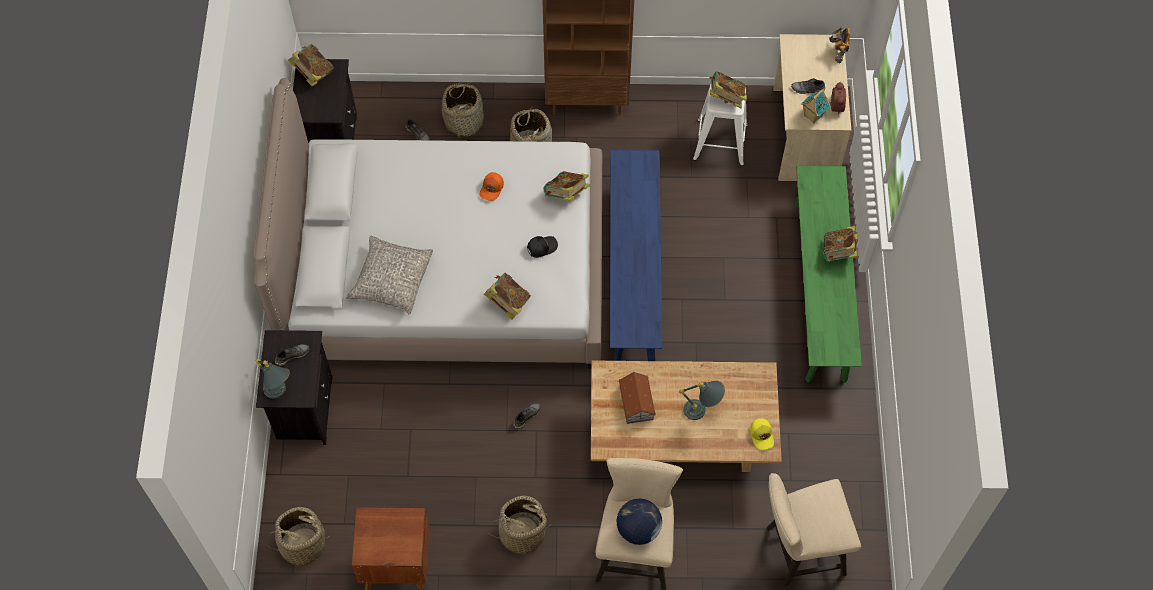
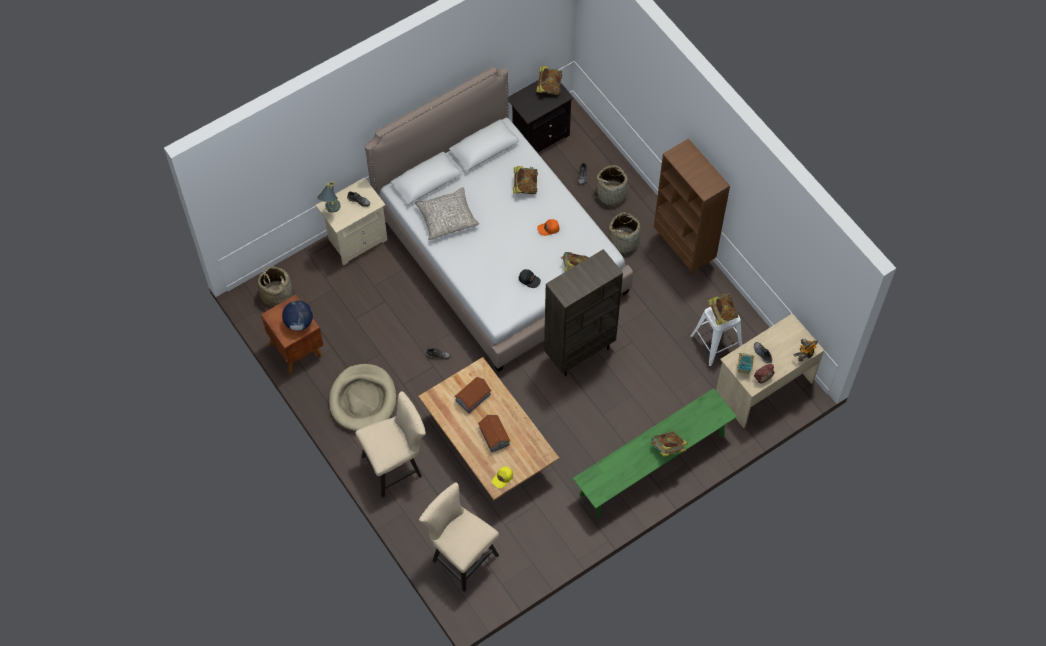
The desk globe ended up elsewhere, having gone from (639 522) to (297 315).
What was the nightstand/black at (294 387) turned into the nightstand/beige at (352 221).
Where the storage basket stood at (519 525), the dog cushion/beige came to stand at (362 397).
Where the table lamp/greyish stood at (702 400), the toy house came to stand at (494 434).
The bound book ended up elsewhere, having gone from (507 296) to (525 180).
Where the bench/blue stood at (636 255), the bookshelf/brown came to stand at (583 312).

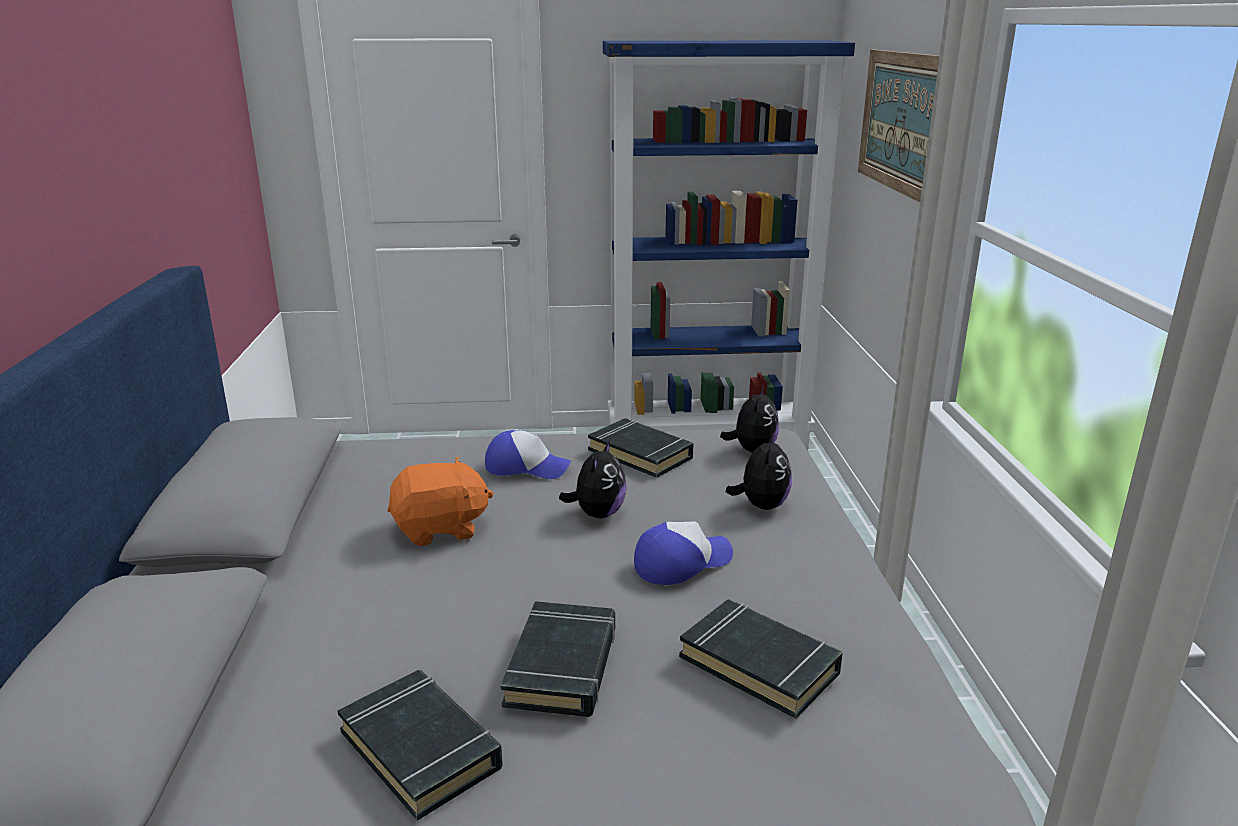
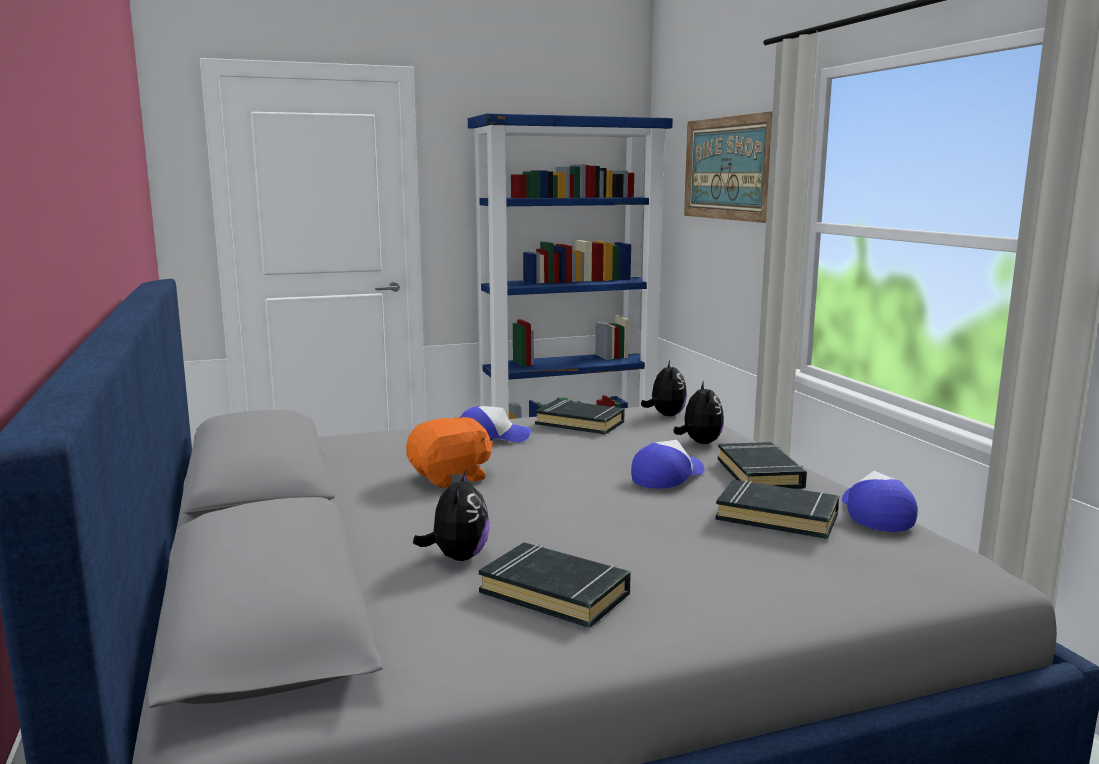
The cuddly toy ended up elsewhere, having gone from (592 479) to (451 515).
The bound book/black ended up elsewhere, having gone from (558 659) to (762 465).
The second view gained the baseball cap at (880 501).

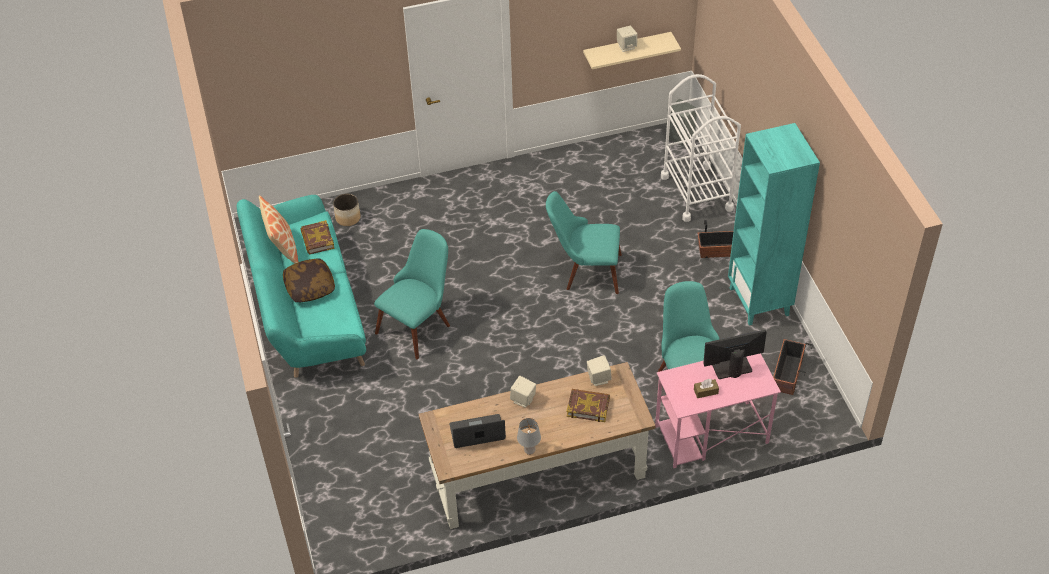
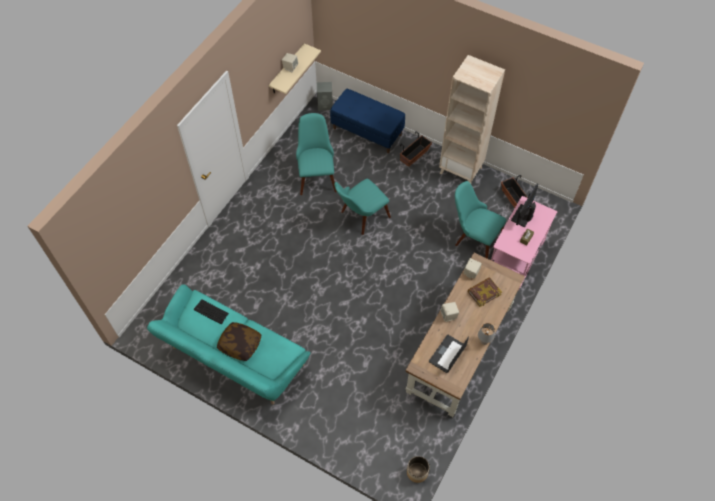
Where the bound book stood at (318 237), the keyboard came to stand at (211 312).
The chair/blue-green ended up elsewhere, having gone from (412 294) to (316 154).
Where the trolley/whitish stood at (701 148), the bench/blue came to stand at (367 121).
The flower pot ended up elsewhere, having gone from (347 210) to (418 469).
What was the bookshelf/blue-green at (774 224) turned into the bookshelf/beige at (472 119).
The second view lost the throw pillow at (278 229).

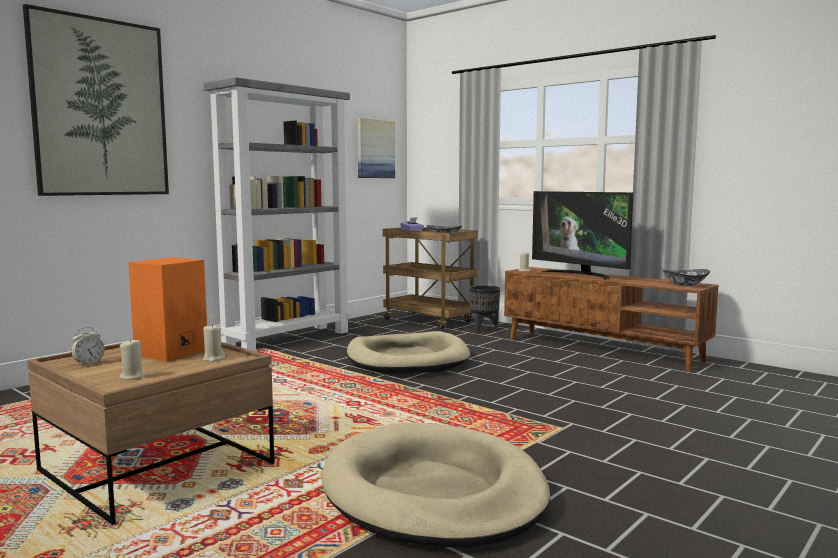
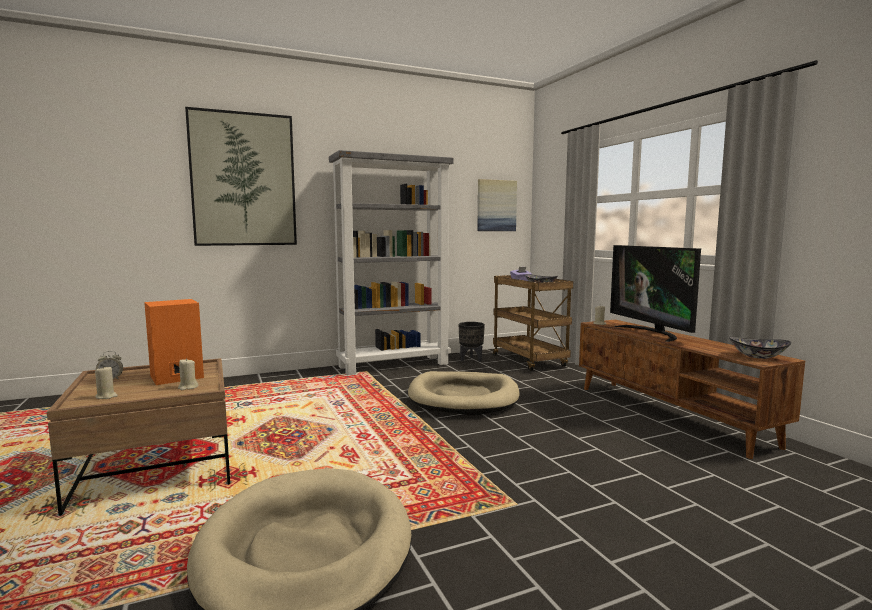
The flower pot/black ended up elsewhere, having gone from (484 309) to (472 342).

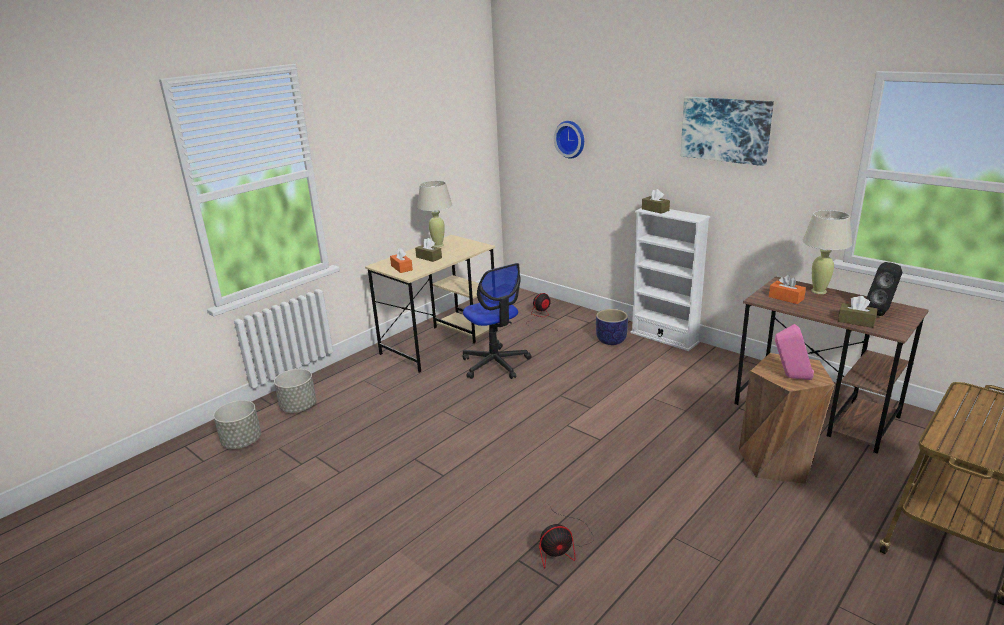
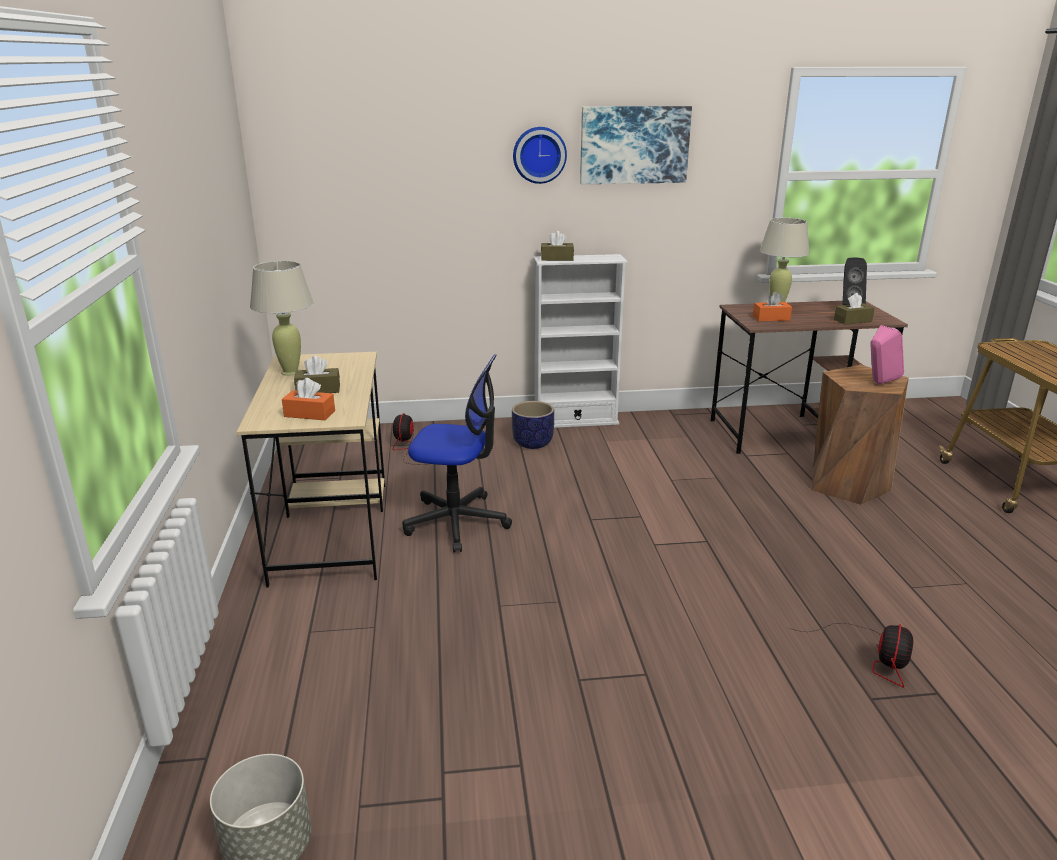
The hanging clock ended up elsewhere, having gone from (569 140) to (540 155).
The second view lost the flower pot/greyish at (295 391).

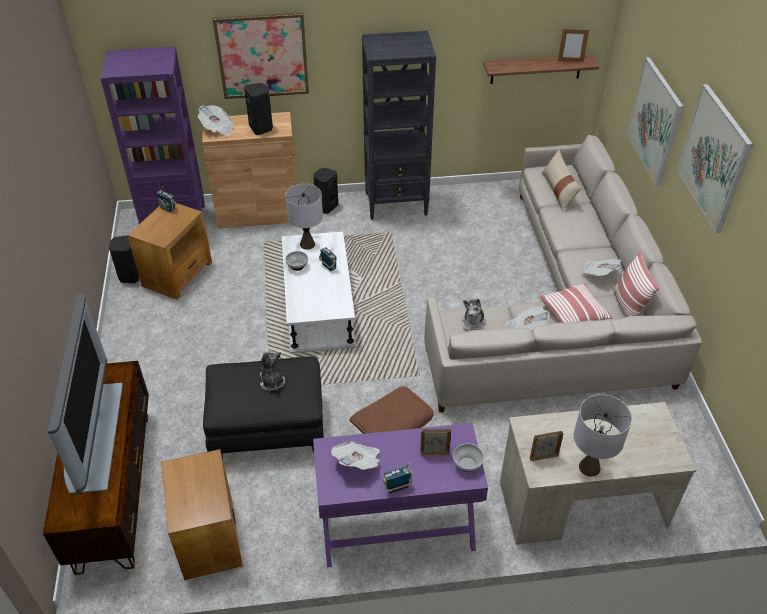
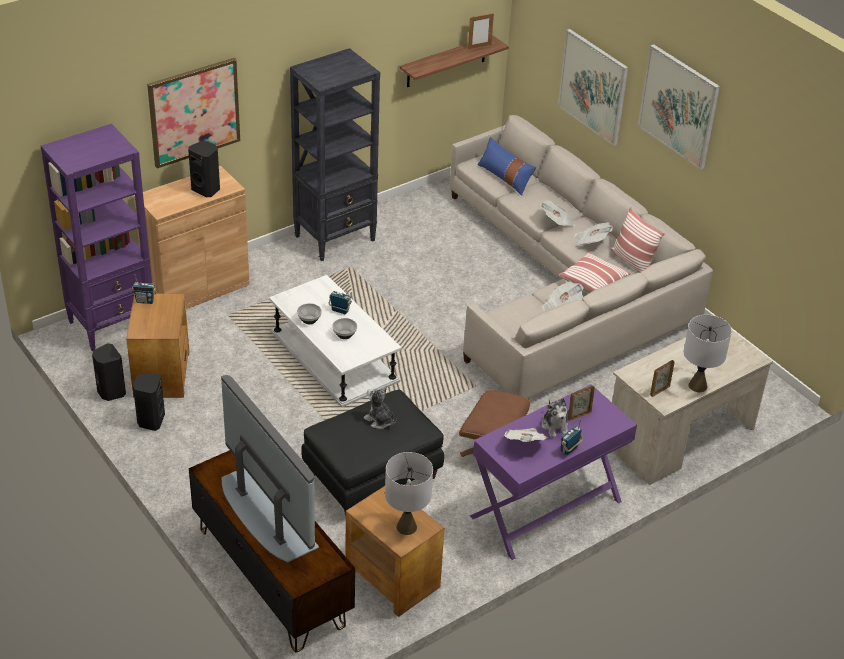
The speaker/black ended up elsewhere, having gone from (326 191) to (149 402).
The bowl ended up elsewhere, having gone from (468 457) to (344 328).
The table lamp/greyish ended up elsewhere, having gone from (304 217) to (409 493).
What was the throw pillow/beige at (561 181) turned into the throw pillow/blue at (506 166).
The newspaper ended up elsewhere, having gone from (216 120) to (558 213).
The cuddly toy ended up elsewhere, having gone from (474 315) to (555 418).

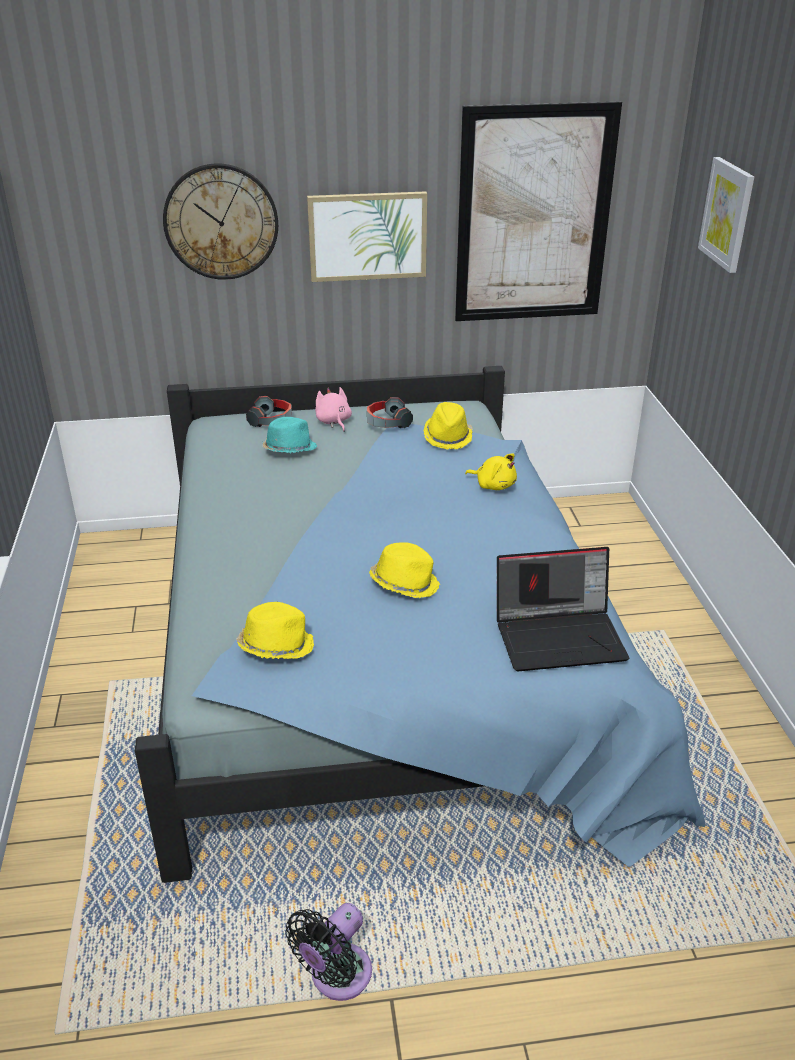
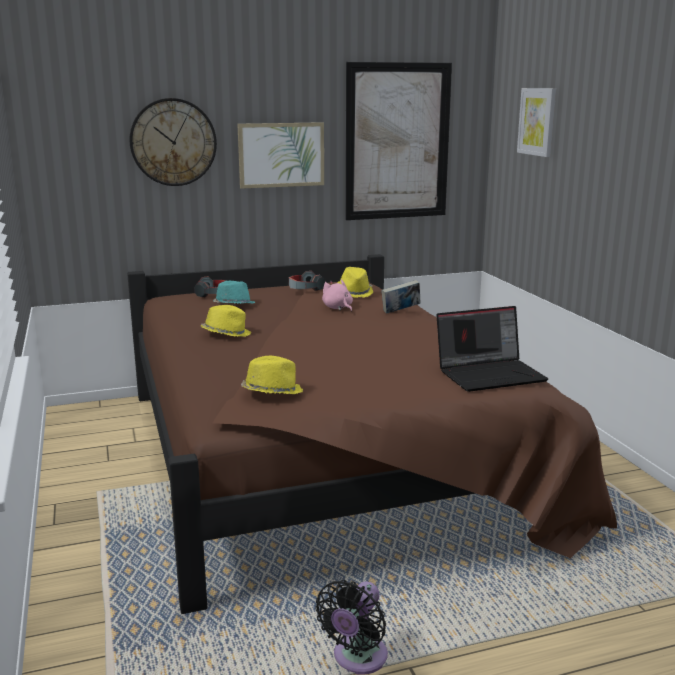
What was the bed/blue at (420 624) turned into the bed/brown at (372 434).
The clothing hat/yellow ended up elsewhere, having gone from (404 570) to (225 321).
The cuddly toy/pinkish ended up elsewhere, having gone from (333 409) to (337 295).
Where the cuddly toy/yellow stood at (491 472), the bound book came to stand at (400 297).

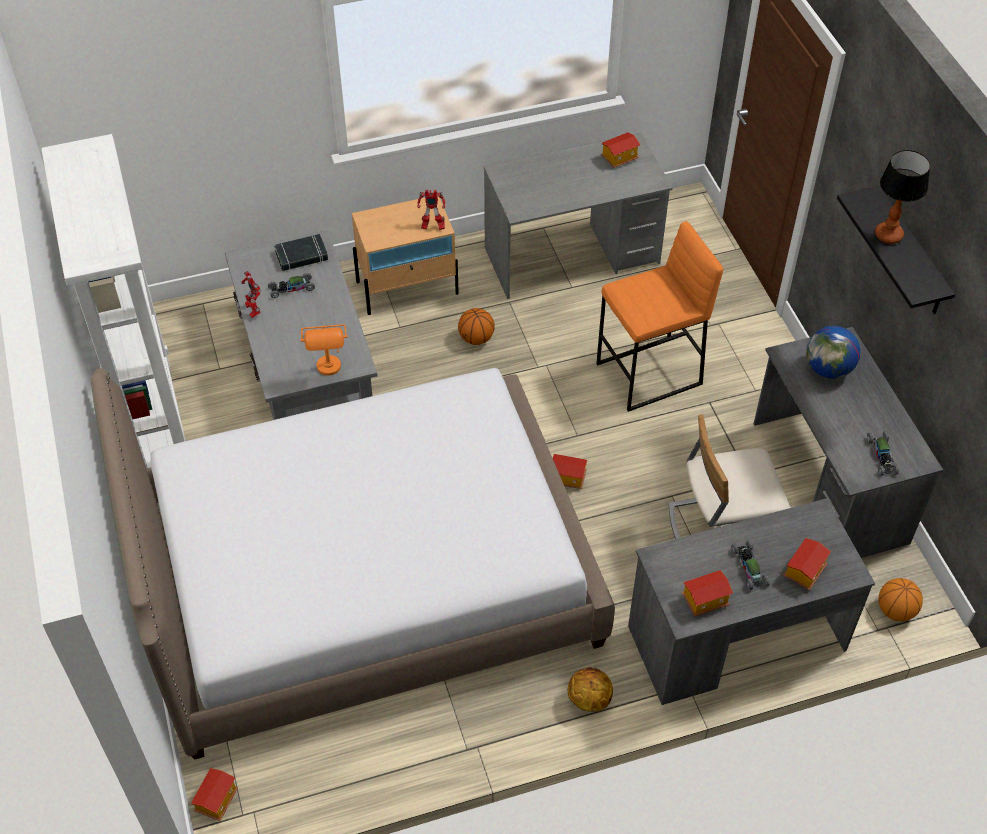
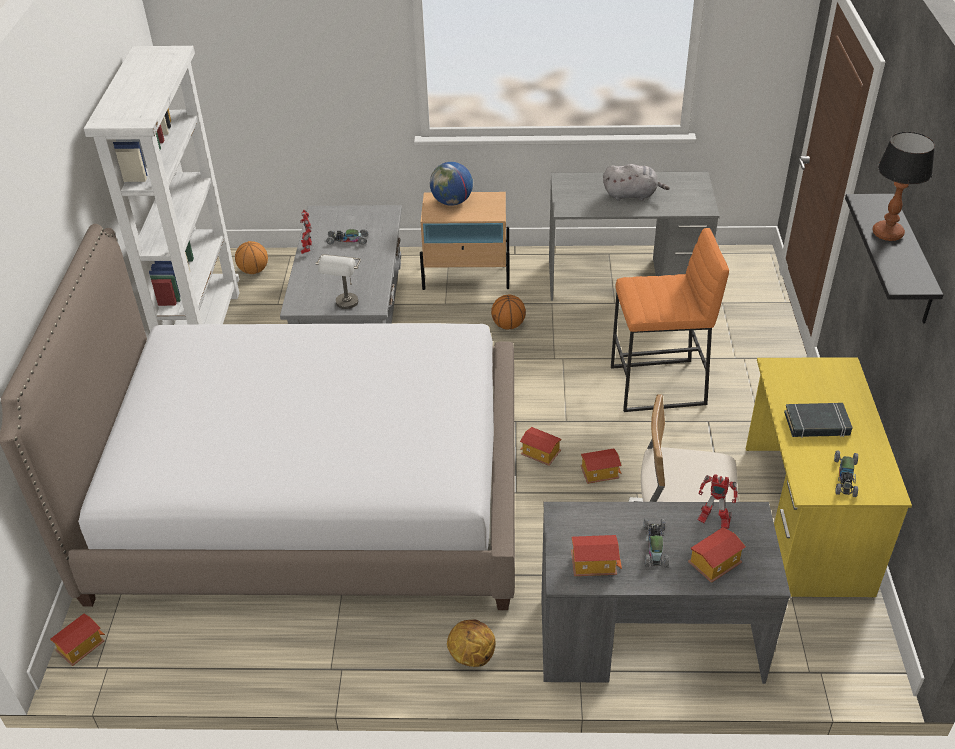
The basketball ended up elsewhere, having gone from (900 599) to (251 257).
What was the table lamp/orange at (324 350) turned into the table lamp/greyish at (338 281).
The desk globe ended up elsewhere, having gone from (833 352) to (451 184).
The toy house ended up elsewhere, having gone from (620 150) to (601 466).
The second view gained the cuddly toy/greyish at (636 182).
The model robot ended up elsewhere, having gone from (432 210) to (718 501).
What was the desk/greyish at (848 442) turned into the desk/yellow at (829 477).
The bound book/black ended up elsewhere, having gone from (301 252) to (818 420).

